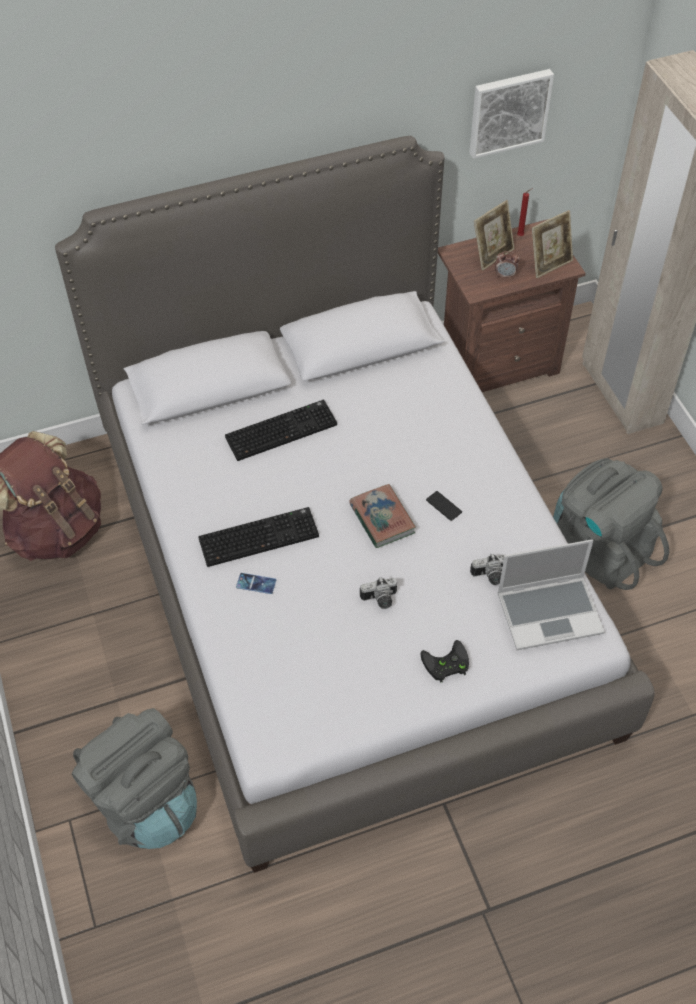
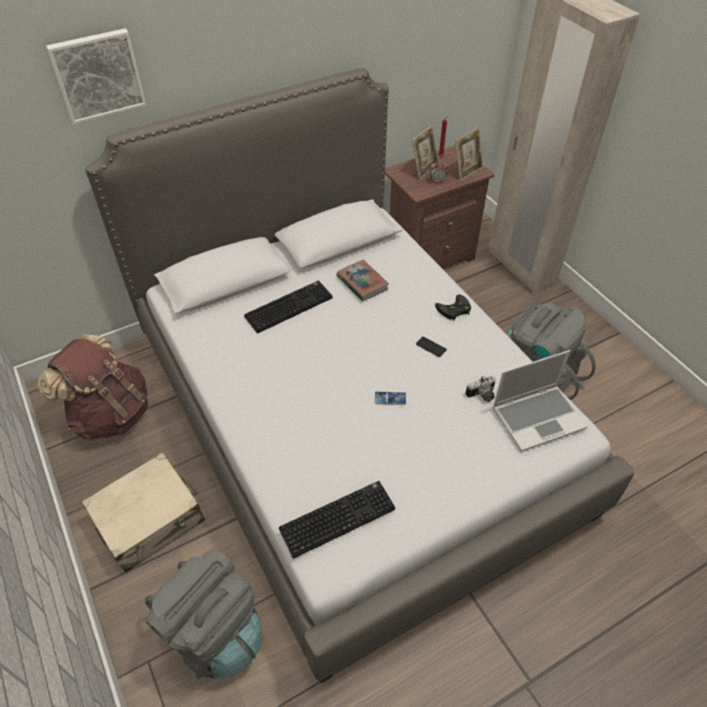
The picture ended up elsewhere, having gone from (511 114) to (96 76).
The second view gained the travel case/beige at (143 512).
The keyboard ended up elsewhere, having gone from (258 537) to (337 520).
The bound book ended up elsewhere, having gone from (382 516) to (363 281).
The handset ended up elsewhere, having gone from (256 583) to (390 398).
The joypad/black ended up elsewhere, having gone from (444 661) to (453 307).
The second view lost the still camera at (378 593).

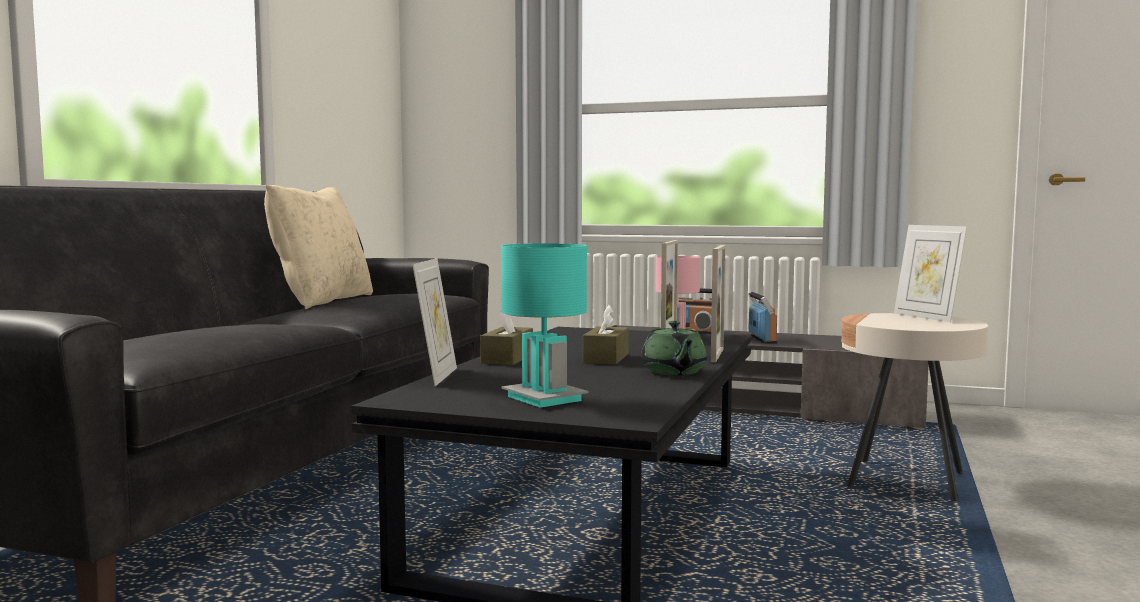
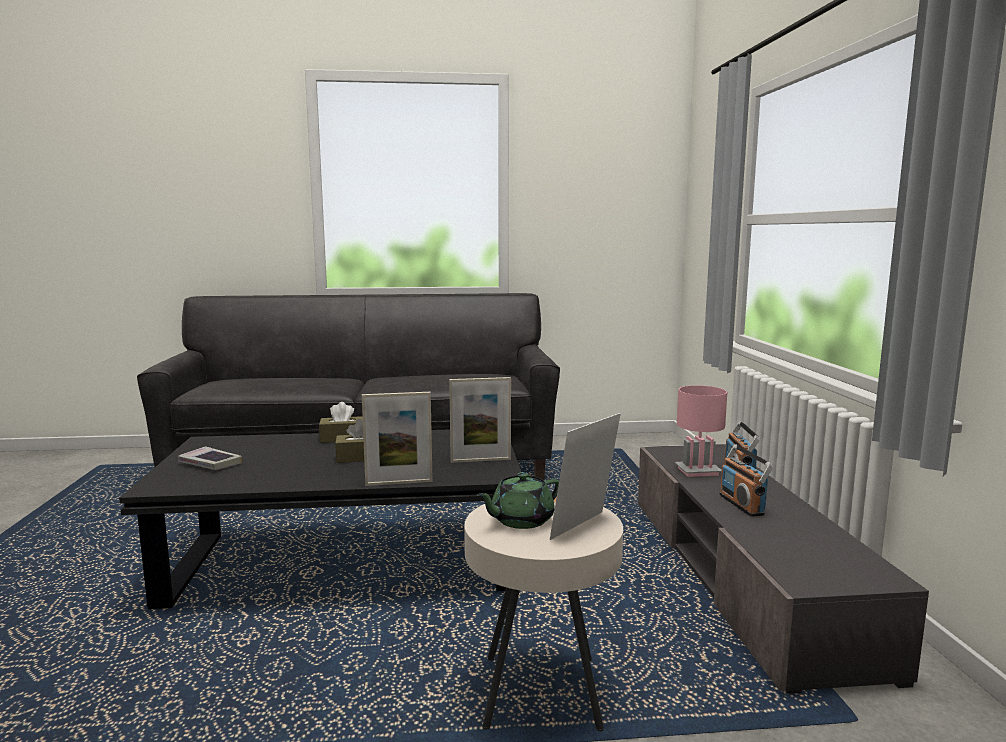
Where the table lamp/blue-green stood at (544 325), the bound book came to stand at (210 458).
The pot for tea/green-coloured ended up elsewhere, having gone from (674 348) to (518 500).
The radio set at (762 318) ended up facing another way, 105 degrees clockwise from before.
The second view lost the throw pillow/beige at (318 247).
The second view lost the standing frame at (434 322).

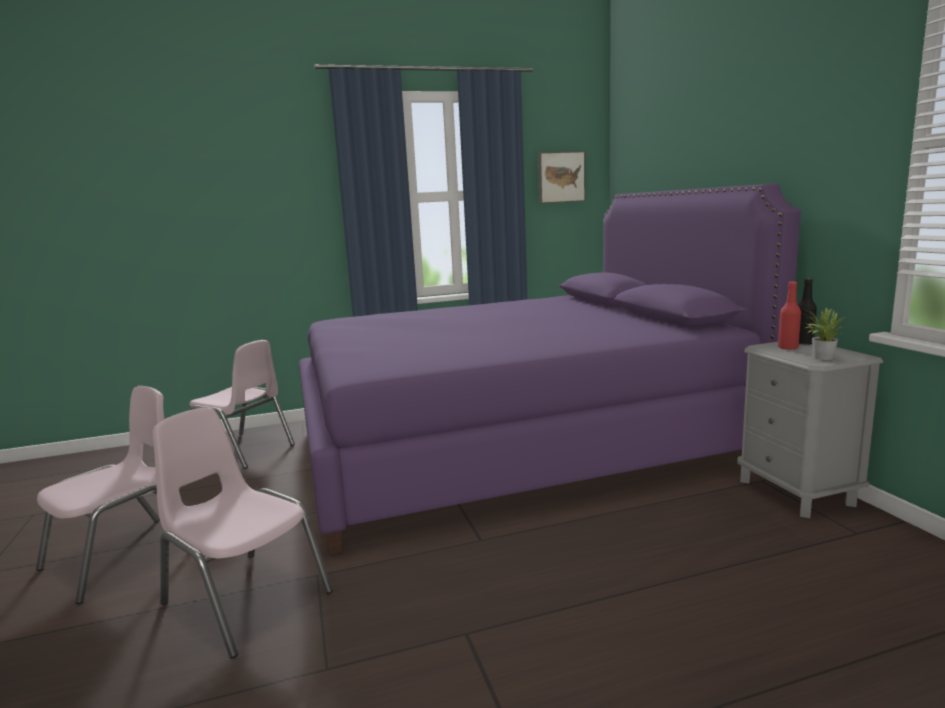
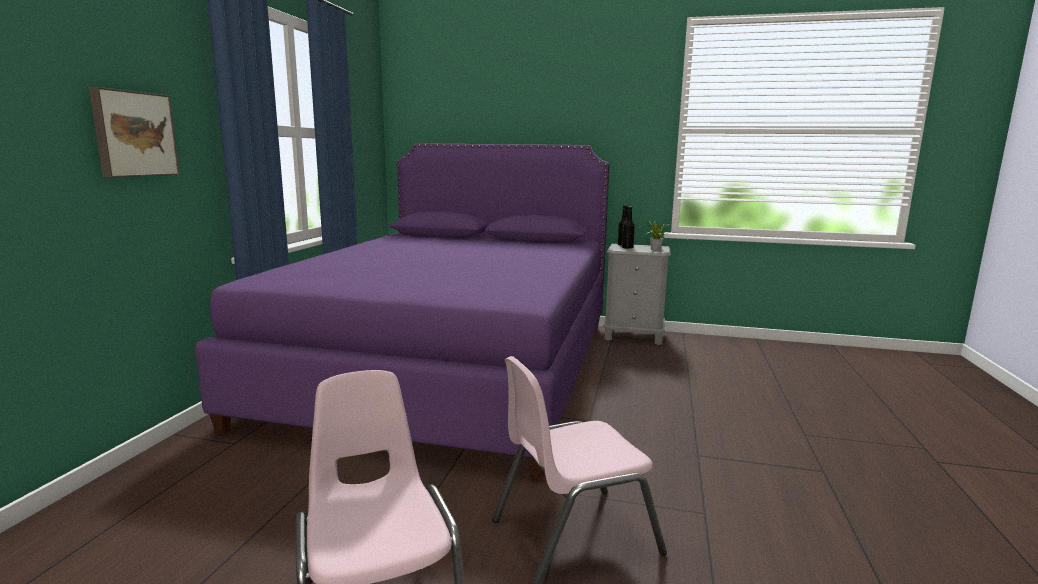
The picture ended up elsewhere, having gone from (561 177) to (134 132).
What was the bottle/red-coloured at (789 315) turned into the bottle/black at (628 227).
The second view lost the chair/pinkish at (242 404).

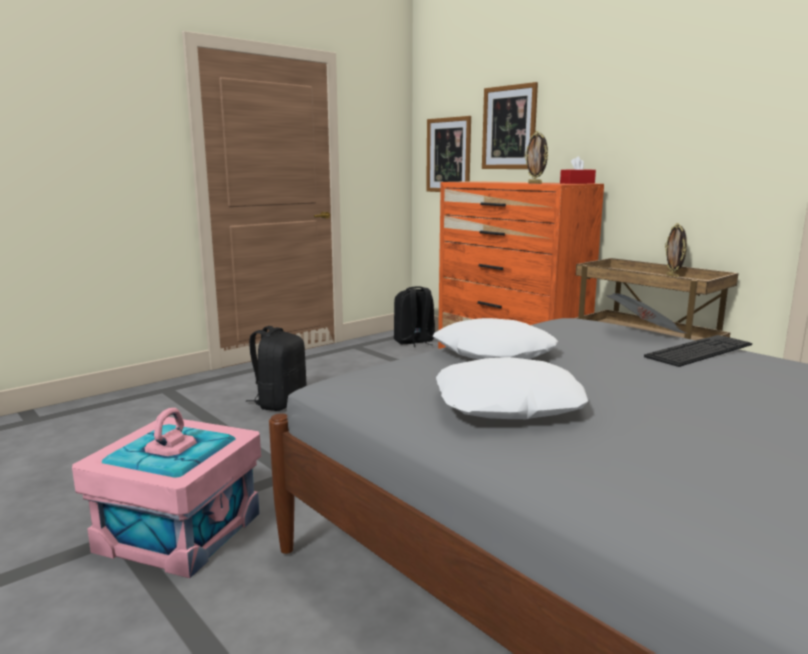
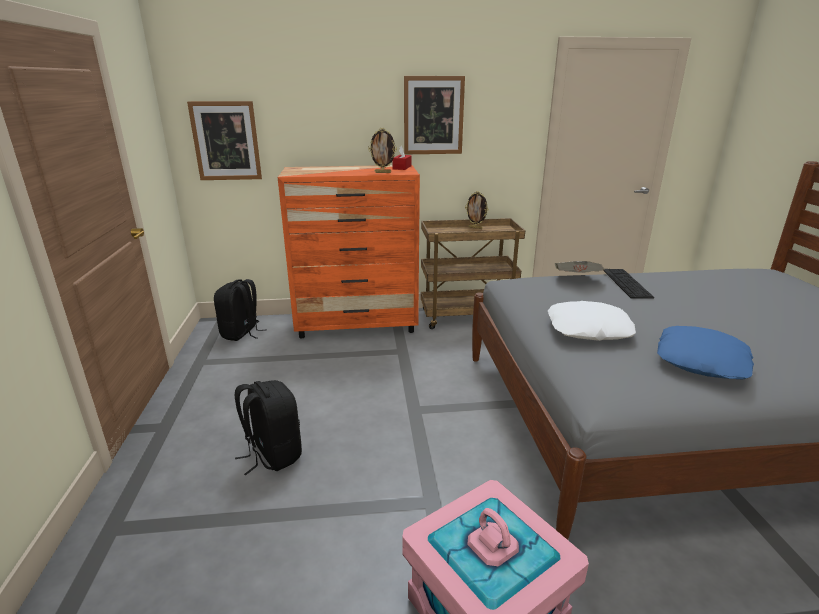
The picture ended up elsewhere, having gone from (510 125) to (434 115).
What was the throw pillow/whitish at (512 388) turned into the throw pillow/blue at (705 352).

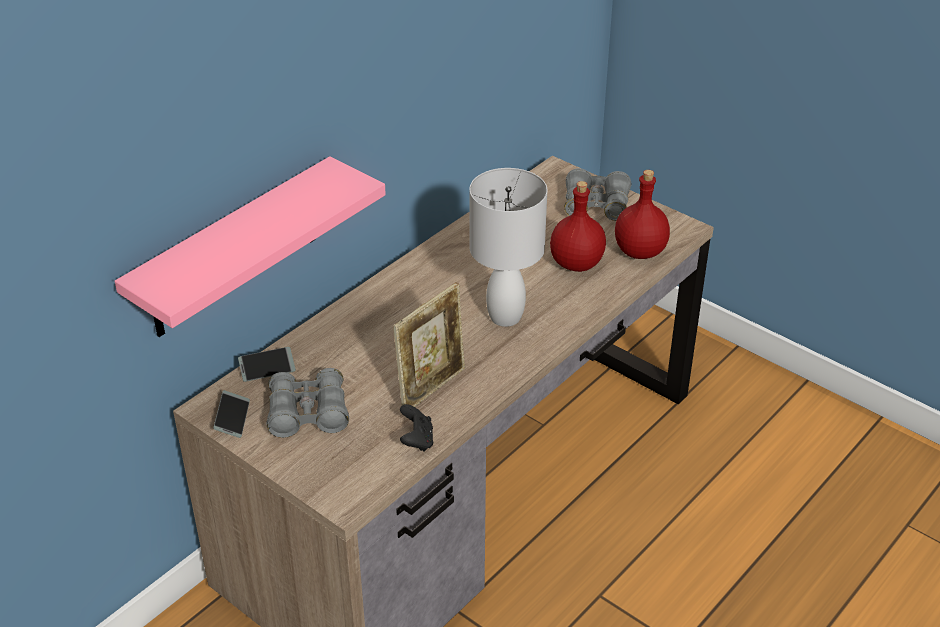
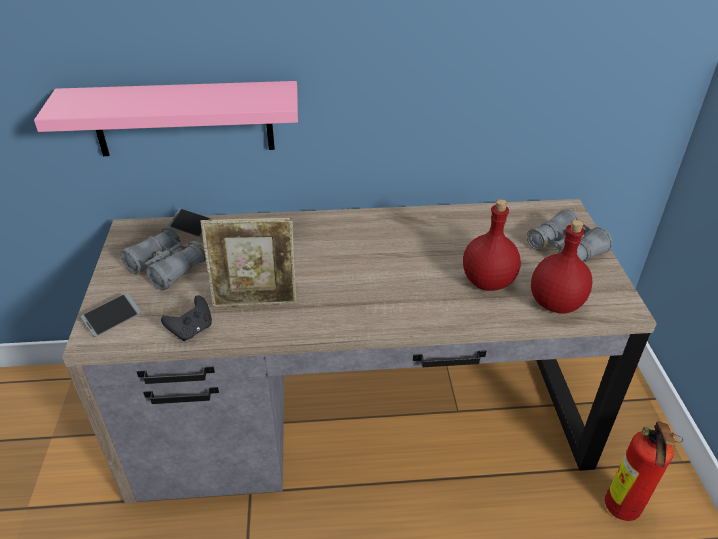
The handset ended up elsewhere, having gone from (231 414) to (111 315).
The second view gained the extinguisher at (644 471).
The second view lost the table lamp/whitish at (508 247).

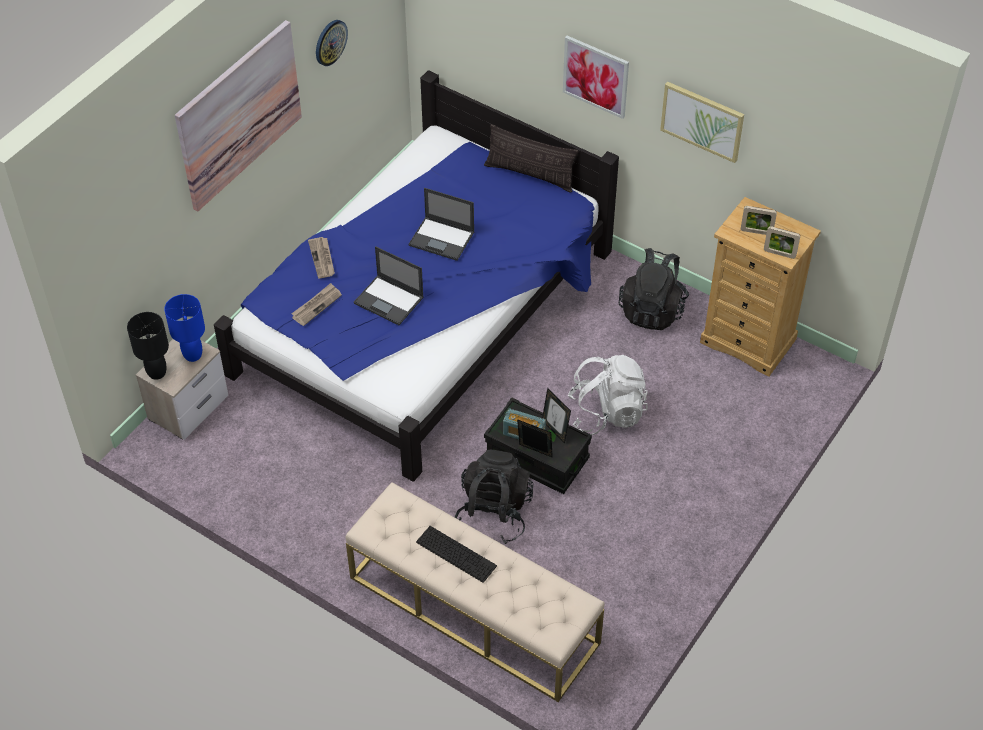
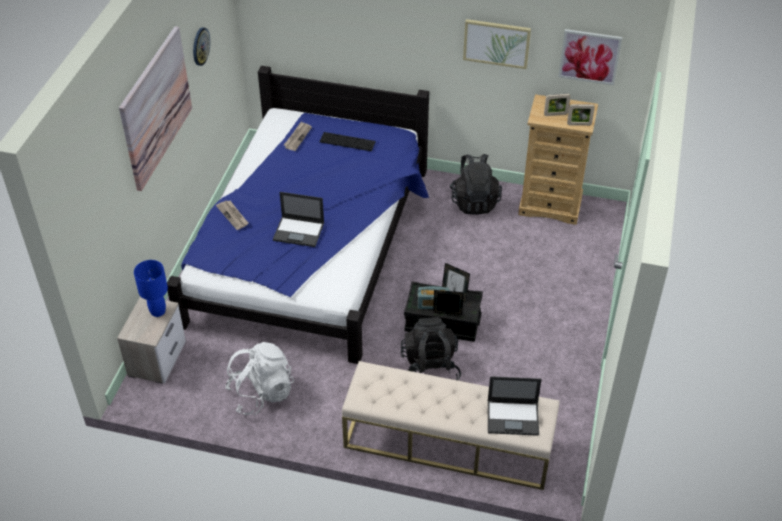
The rucksack/whitish ended up elsewhere, having gone from (607 395) to (259 378).
The newspaper ended up elsewhere, having gone from (316 304) to (297 136).
The keyboard ended up elsewhere, having gone from (456 554) to (347 141).
The notebook computer ended up elsewhere, having gone from (442 224) to (514 406).
The picture ended up elsewhere, having gone from (596 77) to (590 57).
The second view lost the table lamp/black at (148 346).
The second view lost the throw pillow at (531 158).

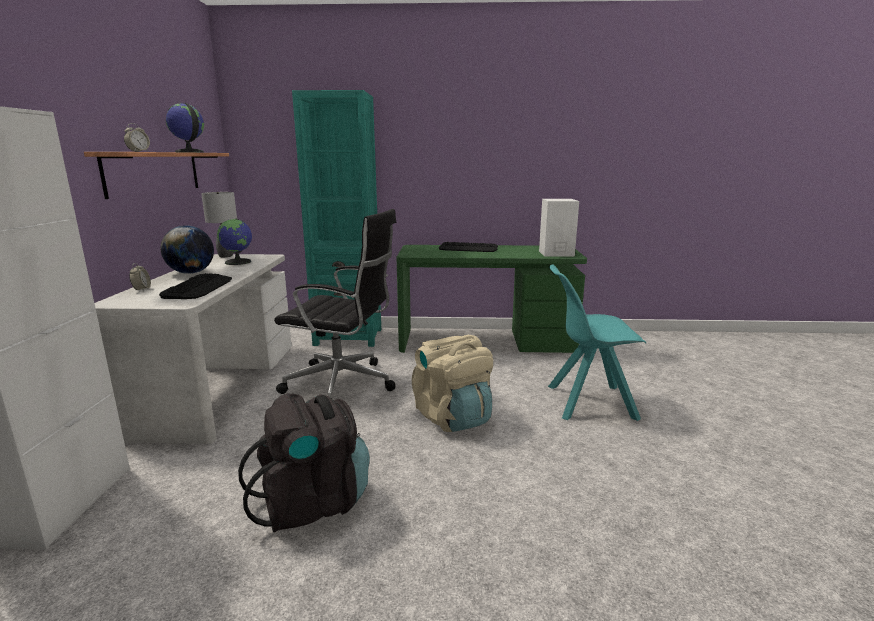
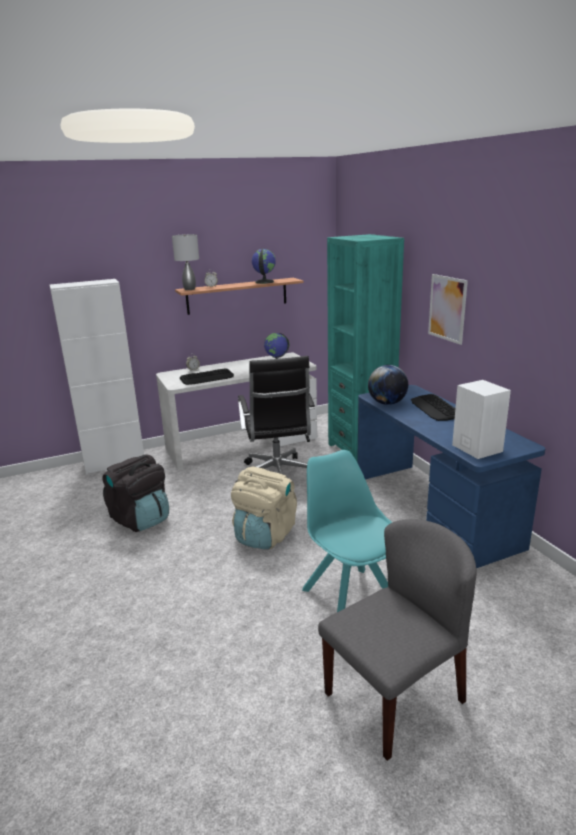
The table lamp/greyish ended up elsewhere, having gone from (219 224) to (185 262).
The second view gained the chair/greyish at (397 640).
What was the desk/green-coloured at (491 299) turned into the desk/blue at (451 476).
The desk globe ended up elsewhere, having gone from (187 249) to (388 385).
The second view gained the picture at (448 309).

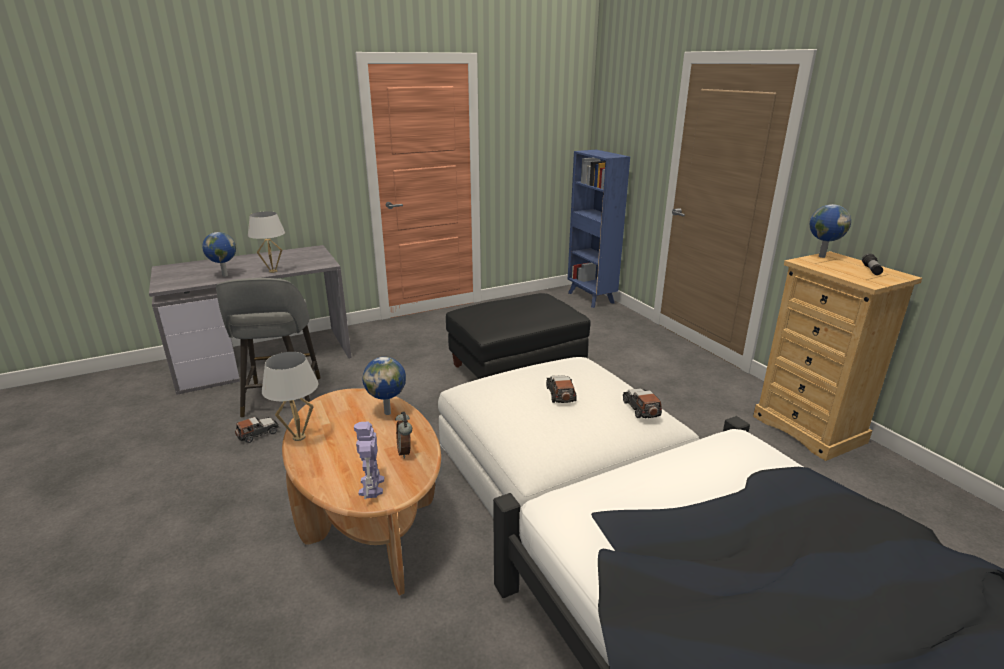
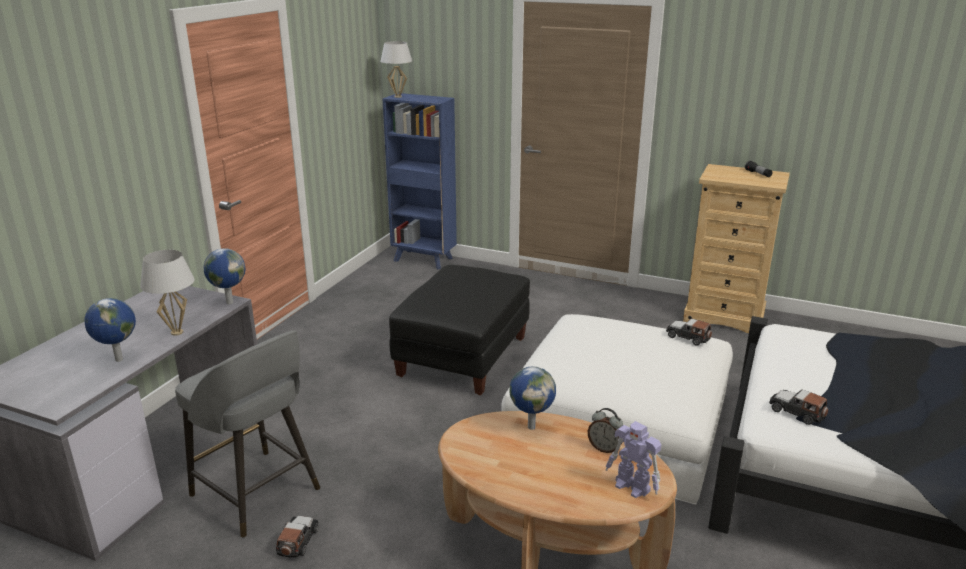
The desk globe ended up elsewhere, having gone from (830 231) to (224 276).
The table lamp/whitish ended up elsewhere, having gone from (290 396) to (396 69).
The miniature car ended up elsewhere, having gone from (561 389) to (798 407).

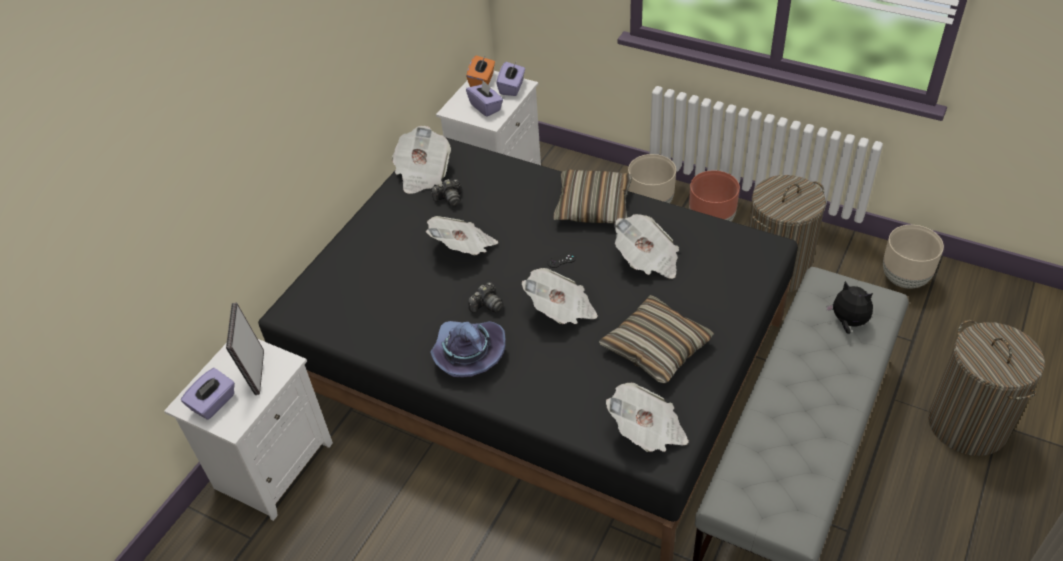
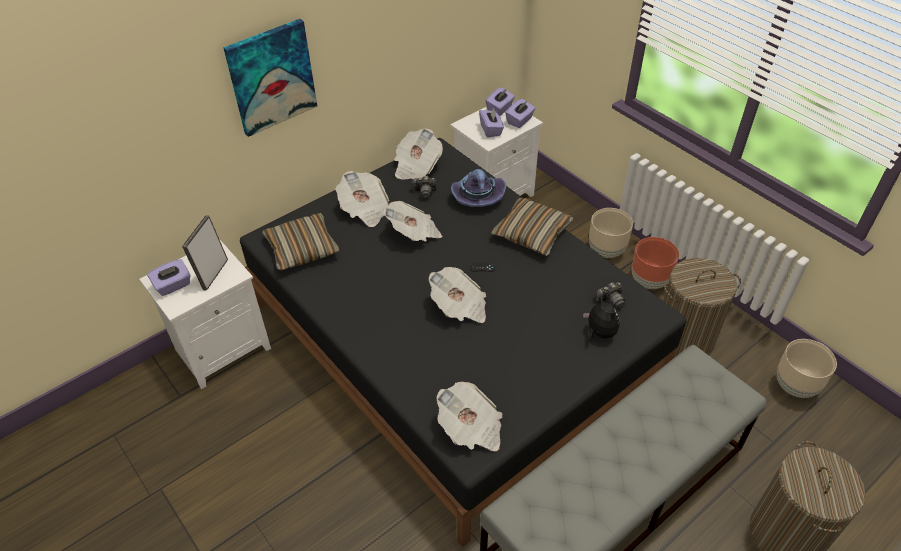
The second view gained the picture at (270 78).
The throw pillow ended up elsewhere, having gone from (656 339) to (301 242).
The newspaper ended up elsewhere, having gone from (646 246) to (362 199).
The clothing hat/purplish ended up elsewhere, having gone from (468 349) to (479 188).
What was the tissue box/orange at (480 71) turned into the tissue box/purplish at (500 101).
The cuddly toy ended up elsewhere, having gone from (849 307) to (601 318).
The still camera ended up elsewhere, having gone from (486 297) to (610 295).

